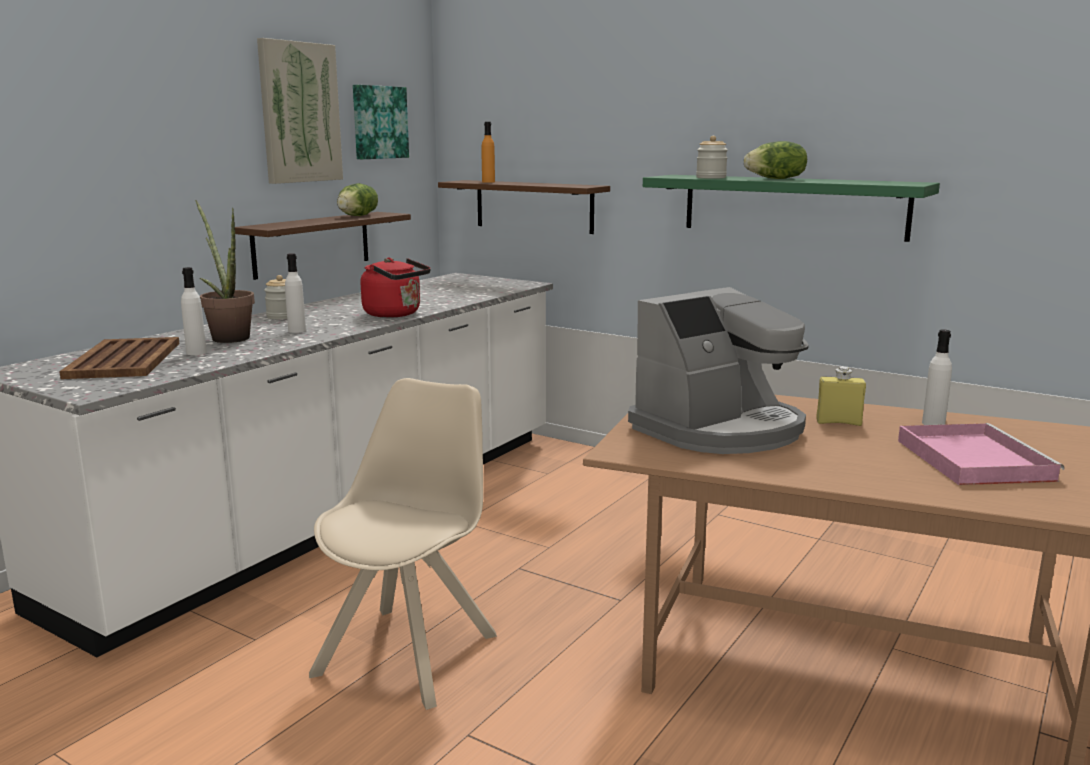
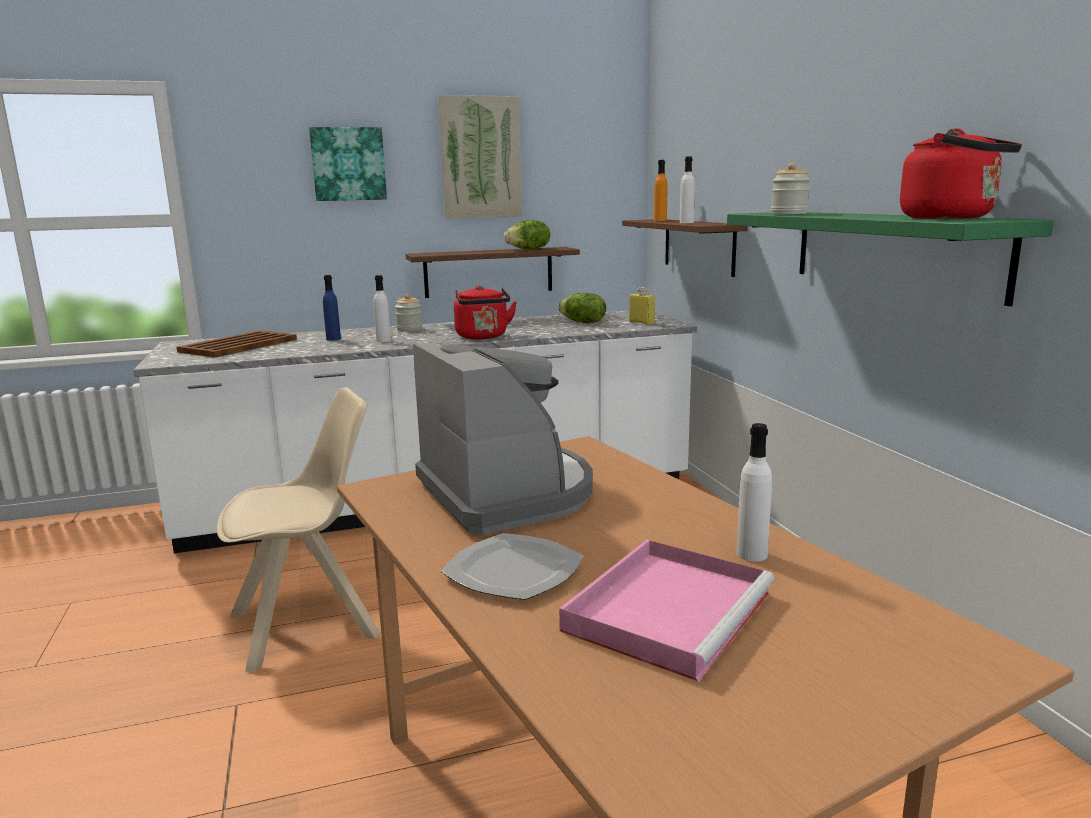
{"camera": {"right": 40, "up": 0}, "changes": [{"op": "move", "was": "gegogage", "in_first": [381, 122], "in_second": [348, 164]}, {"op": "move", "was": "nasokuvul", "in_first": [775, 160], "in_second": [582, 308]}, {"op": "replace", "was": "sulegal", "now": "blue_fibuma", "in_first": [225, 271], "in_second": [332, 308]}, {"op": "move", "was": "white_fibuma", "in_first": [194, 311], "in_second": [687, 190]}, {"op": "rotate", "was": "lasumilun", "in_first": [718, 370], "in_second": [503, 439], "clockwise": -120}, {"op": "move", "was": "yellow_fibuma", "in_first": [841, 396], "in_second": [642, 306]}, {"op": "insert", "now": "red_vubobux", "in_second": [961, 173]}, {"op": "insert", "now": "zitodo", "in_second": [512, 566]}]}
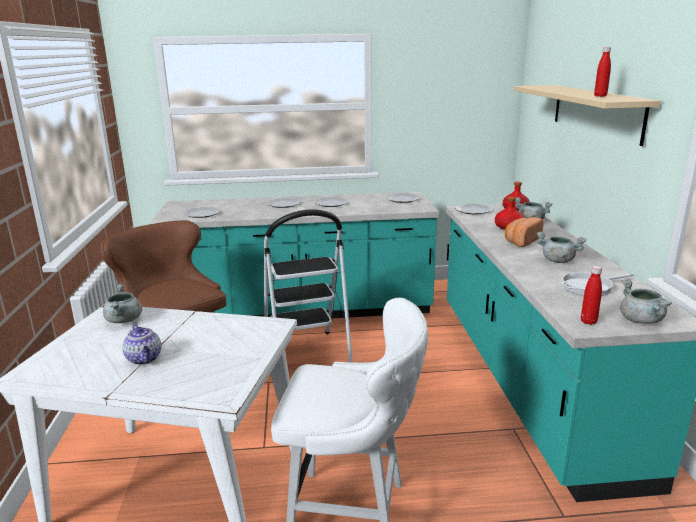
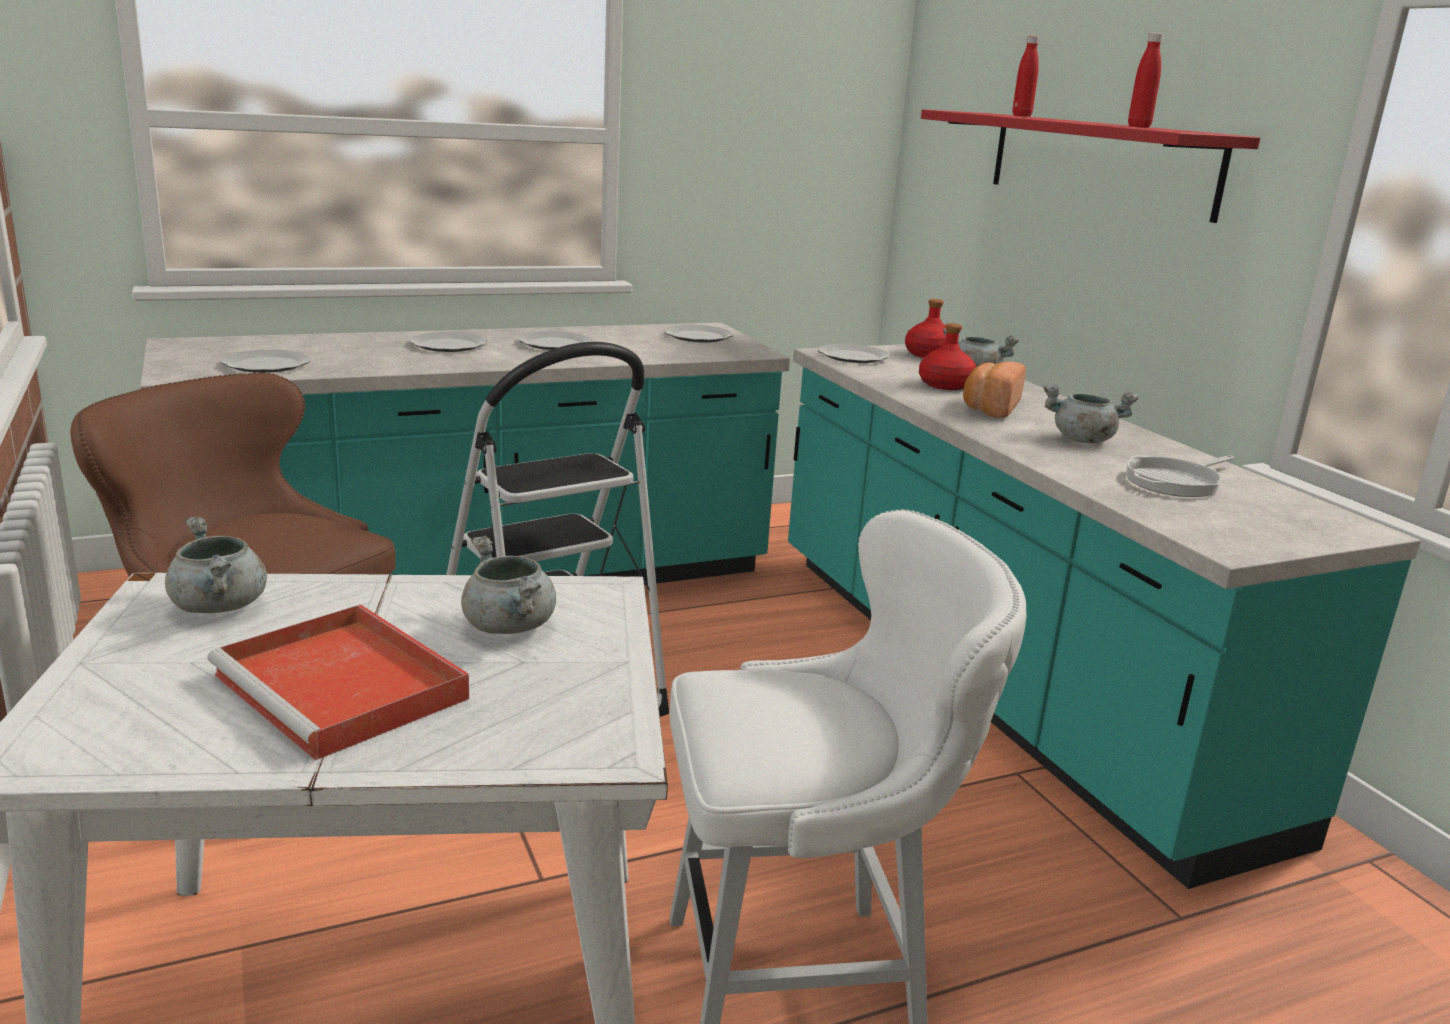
{"camera": {"right": -20, "up": 0}, "changes": [{"op": "recolor", "was": "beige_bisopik", "now": "red_bisopik", "in_first": [587, 115], "in_second": [1090, 166]}, {"op": "move", "was": "red_fibuma", "in_first": [591, 295], "in_second": [1025, 76]}, {"op": "move", "was": "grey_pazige", "in_first": [646, 301], "in_second": [508, 585]}, {"op": "replace", "was": "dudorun", "now": "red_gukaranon", "in_first": [142, 344], "in_second": [338, 682]}]}
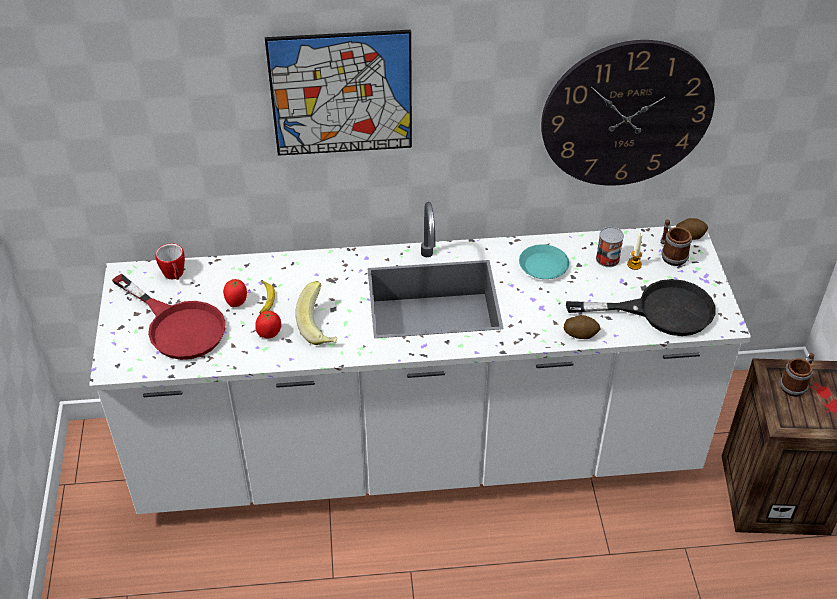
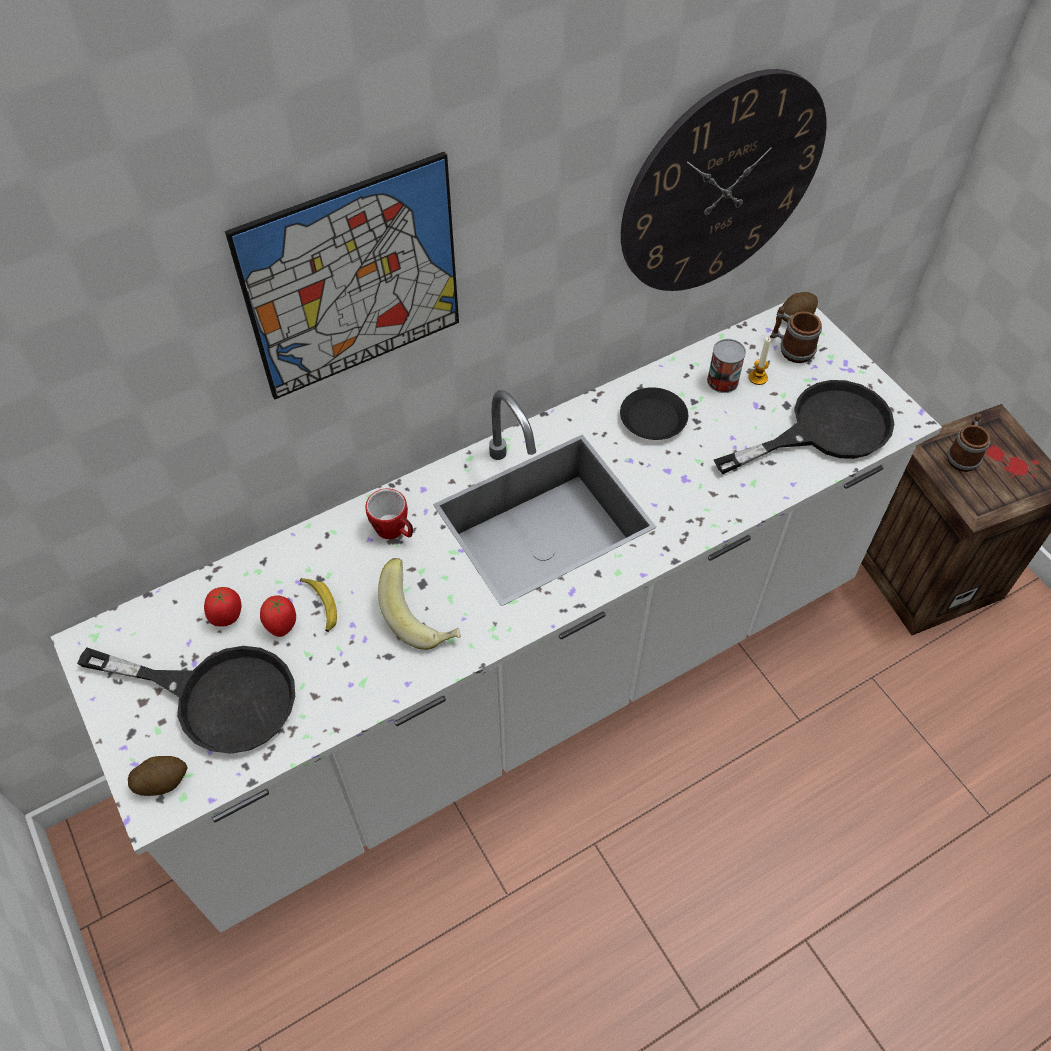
{"camera": {"right": -25, "up": 10}, "changes": [{"op": "move", "was": "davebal", "in_first": [170, 261], "in_second": [389, 513]}, {"op": "recolor", "was": "turquoise_zitodo", "now": "black_zitodo", "in_first": [544, 261], "in_second": [654, 413]}, {"op": "recolor", "was": "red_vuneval", "now": "black_vuneval", "in_first": [169, 317], "in_second": [186, 699]}, {"op": "move", "was": "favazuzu", "in_first": [268, 324], "in_second": [222, 607]}, {"op": "move", "was": "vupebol", "in_first": [582, 327], "in_second": [157, 776]}]}
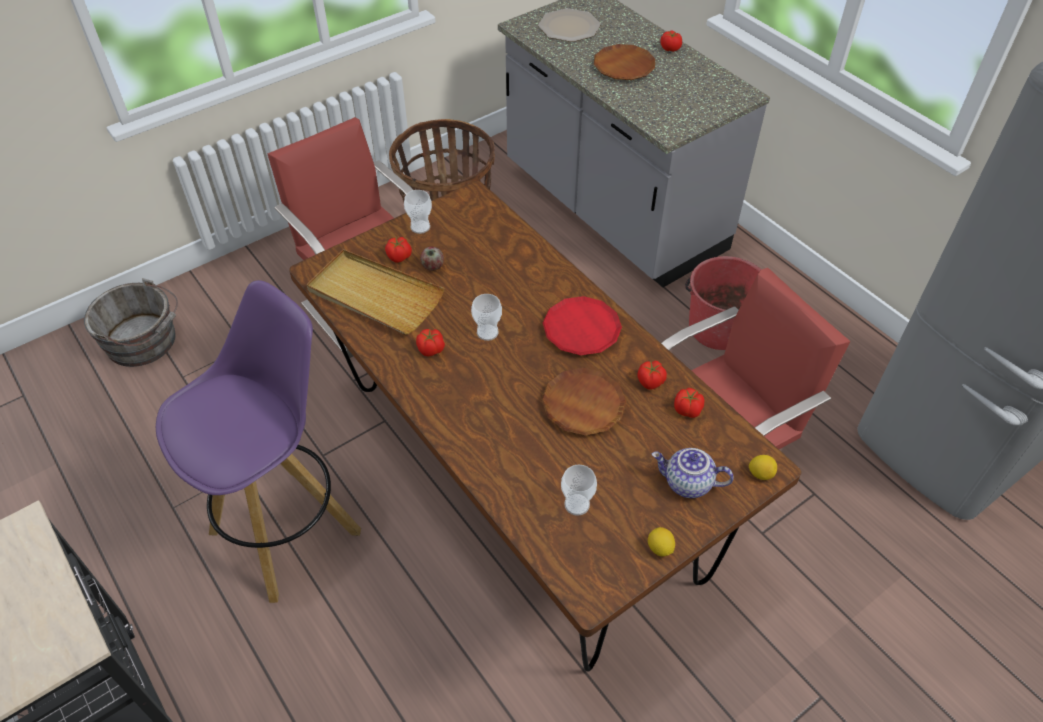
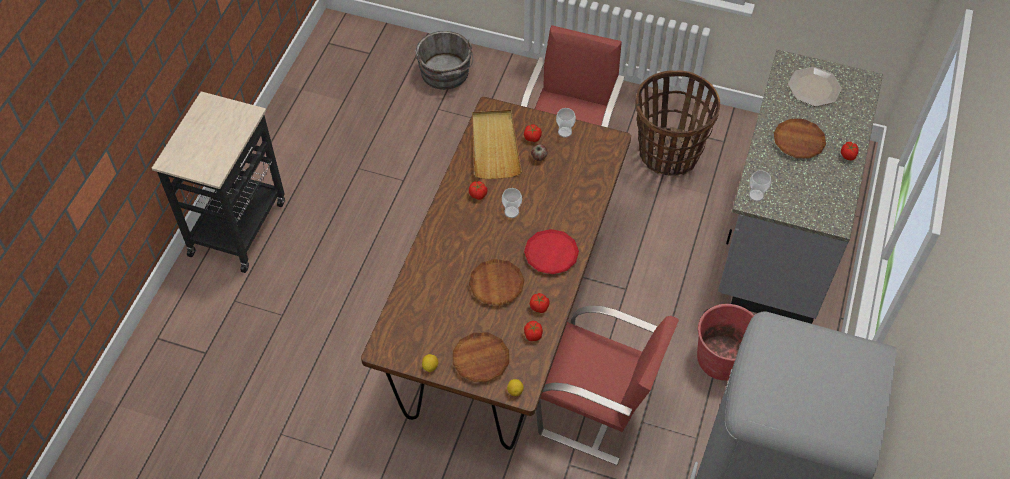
{"camera": {"right": 55, "up": 5}, "changes": [{"op": "delete", "was": "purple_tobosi", "in_first": [258, 441]}, {"op": "replace", "was": "dudorun", "now": "brown_zitodo", "in_first": [693, 473], "in_second": [481, 357]}, {"op": "move", "was": "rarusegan", "in_first": [579, 490], "in_second": [760, 185]}]}
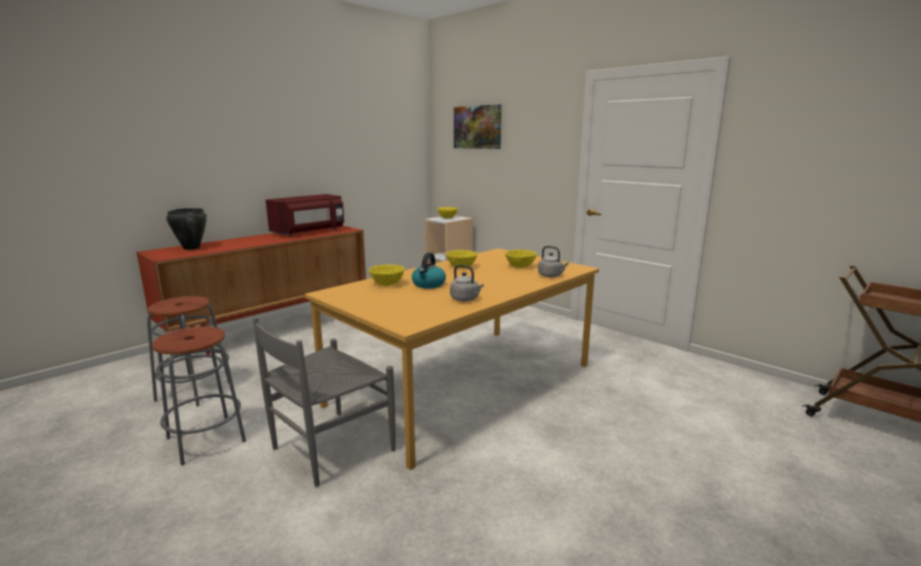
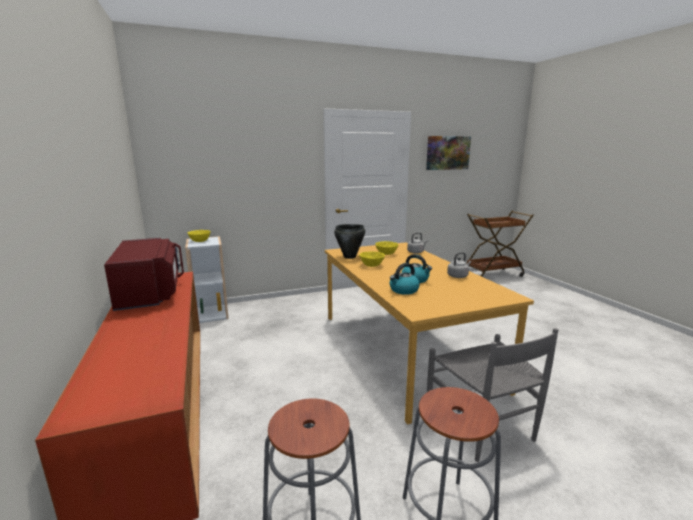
{"camera": {"right": -65, "up": 0}, "changes": [{"op": "move", "was": "gegogage", "in_first": [478, 126], "in_second": [448, 153]}, {"op": "move", "was": "black_pazige", "in_first": [186, 229], "in_second": [349, 241]}, {"op": "replace", "was": "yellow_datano", "now": "vubobux", "in_first": [387, 275], "in_second": [405, 279]}]}
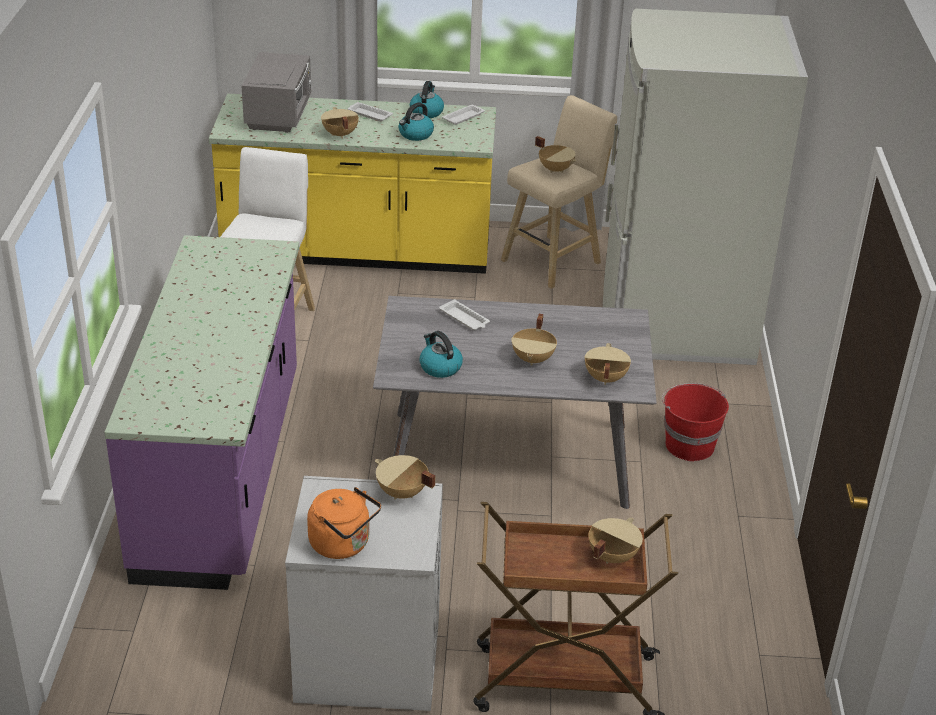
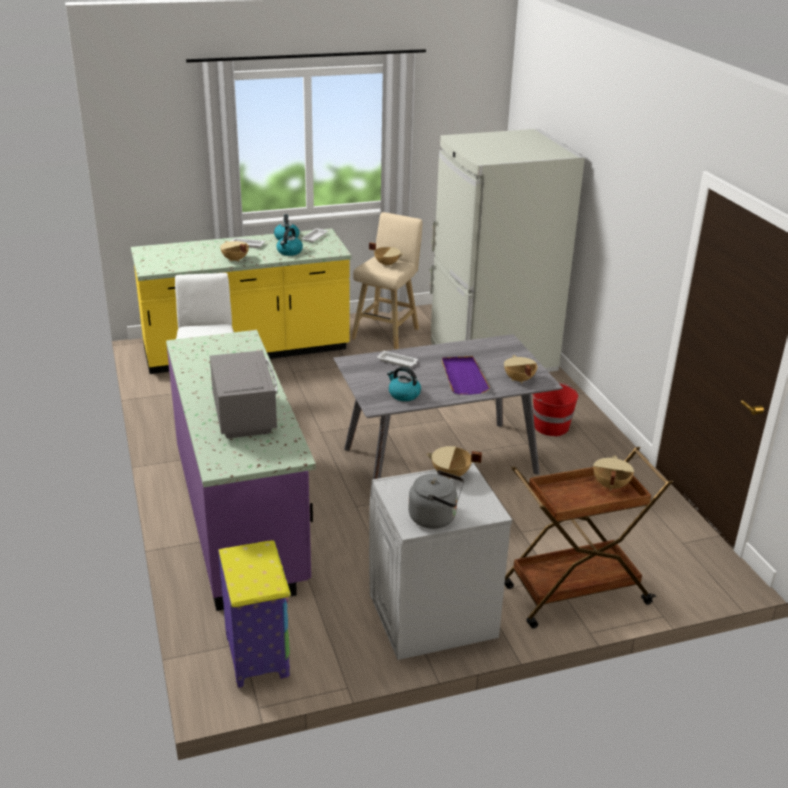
{"camera": {"right": -20, "up": -5}, "changes": [{"op": "move", "was": "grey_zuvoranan", "in_first": [277, 92], "in_second": [244, 395]}, {"op": "replace", "was": "beige_pazige", "now": "purple_gukaranon", "in_first": [534, 340], "in_second": [466, 375]}, {"op": "recolor", "was": "orange_vubobux", "now": "grey_vubobux", "in_first": [344, 523], "in_second": [436, 499]}, {"op": "insert", "now": "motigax", "in_second": [254, 614]}]}
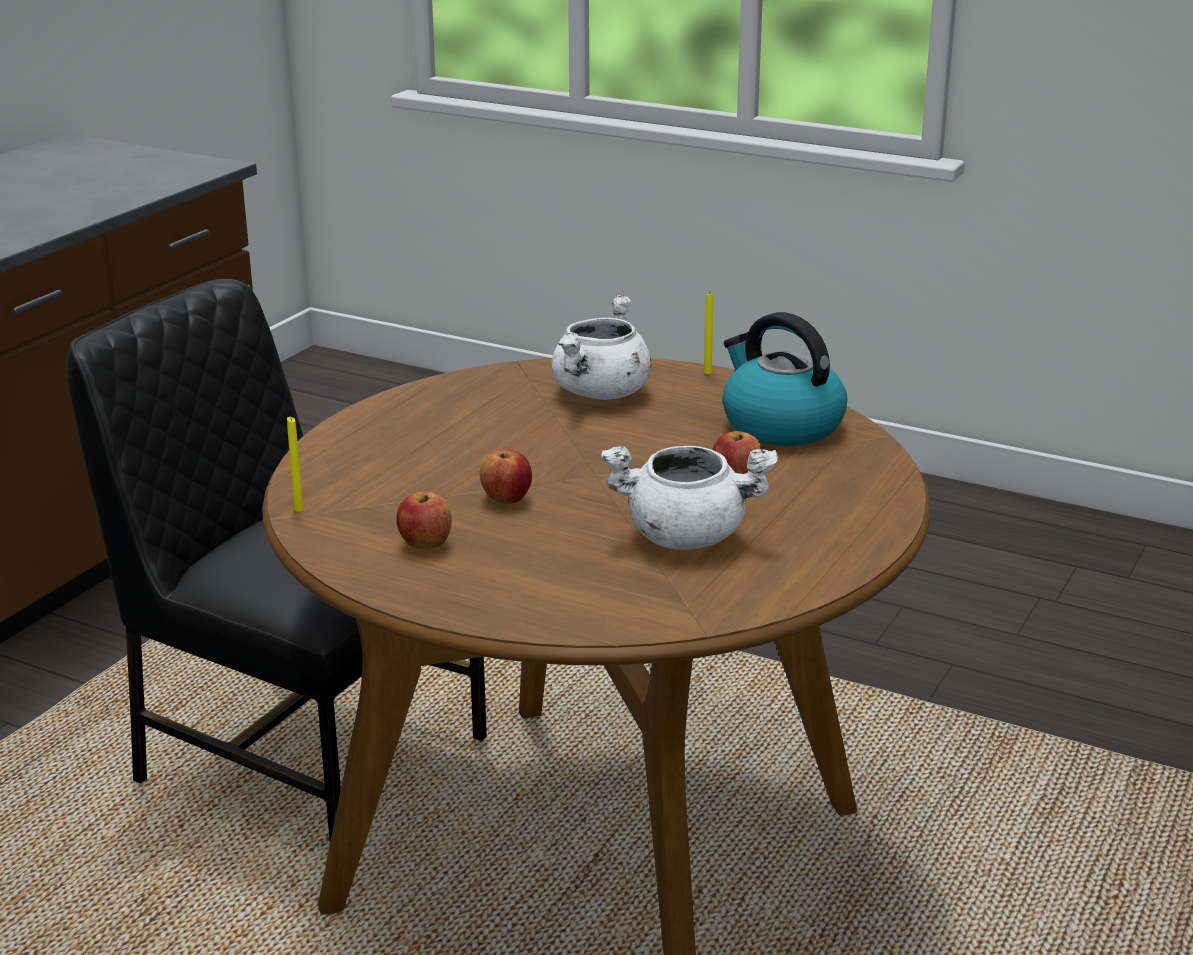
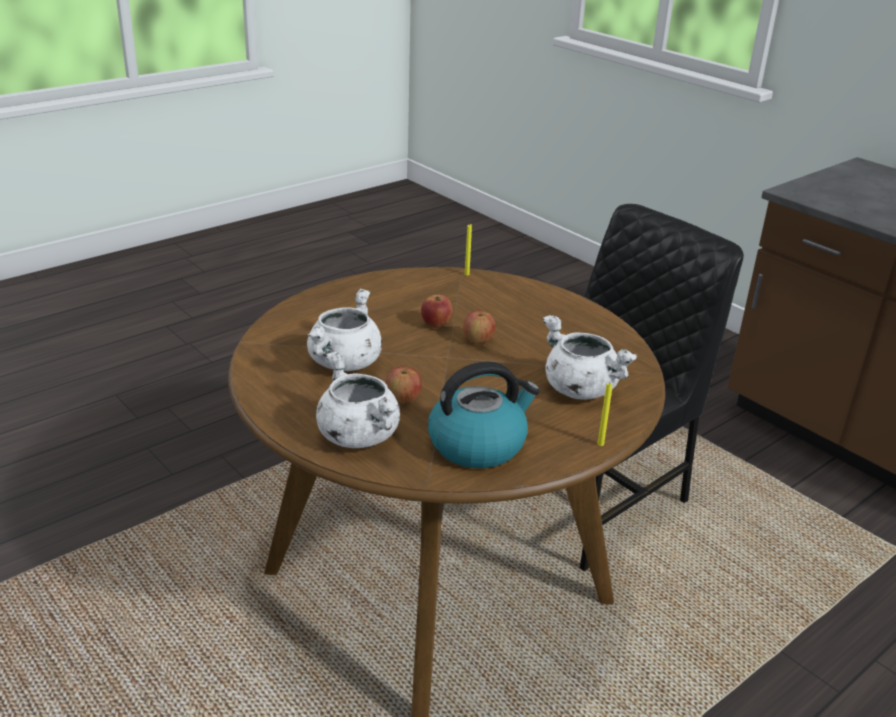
{"camera": {"right": 110, "up": 5}, "changes": [{"op": "move", "was": "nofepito", "in_first": [424, 520], "in_second": [479, 327]}, {"op": "insert", "now": "white_pazige", "in_second": [358, 400]}]}
